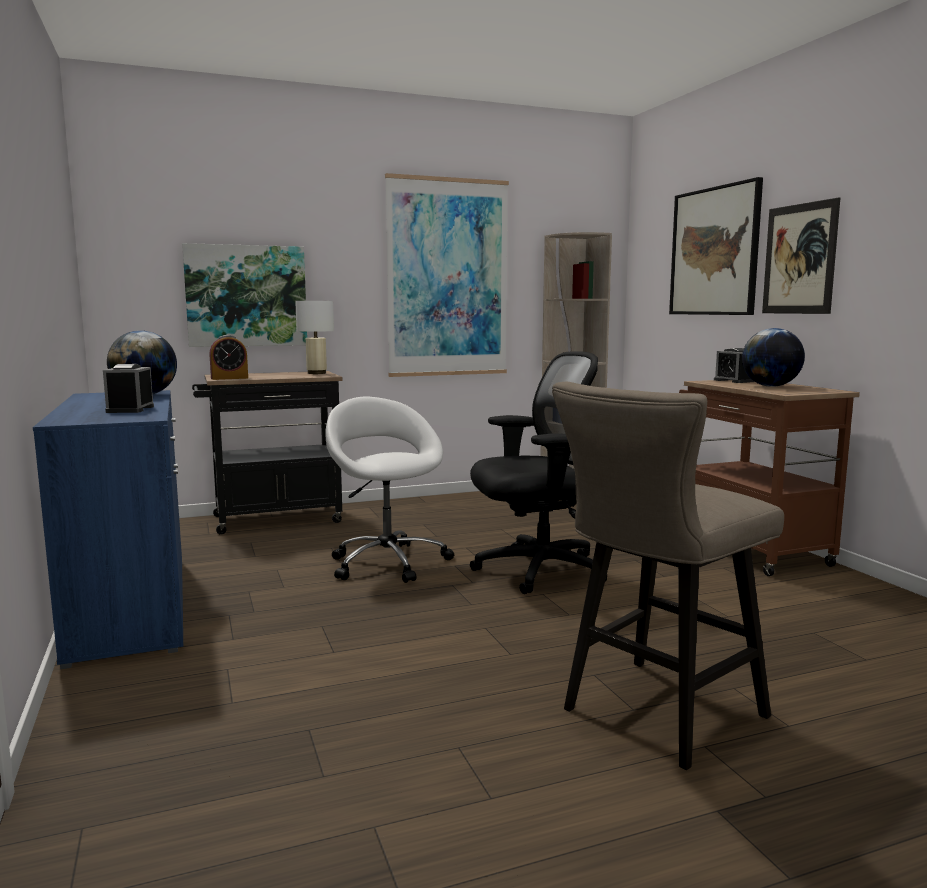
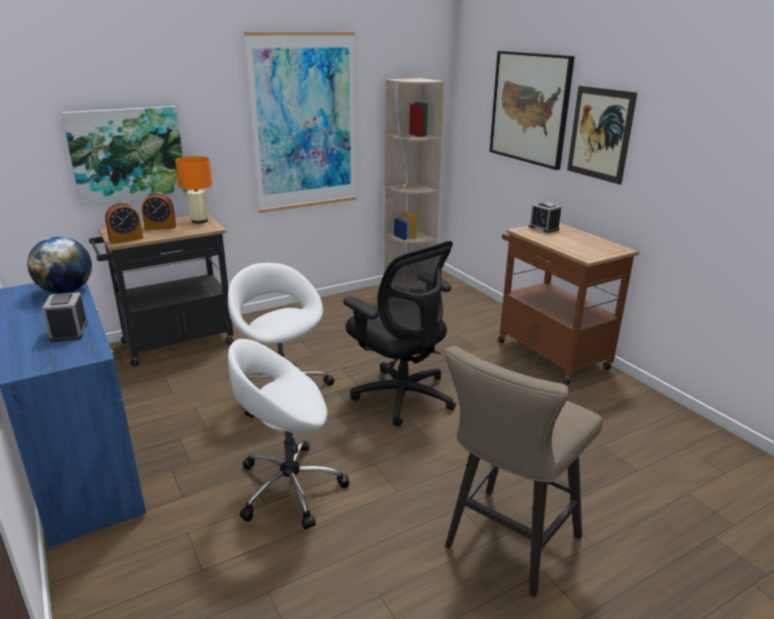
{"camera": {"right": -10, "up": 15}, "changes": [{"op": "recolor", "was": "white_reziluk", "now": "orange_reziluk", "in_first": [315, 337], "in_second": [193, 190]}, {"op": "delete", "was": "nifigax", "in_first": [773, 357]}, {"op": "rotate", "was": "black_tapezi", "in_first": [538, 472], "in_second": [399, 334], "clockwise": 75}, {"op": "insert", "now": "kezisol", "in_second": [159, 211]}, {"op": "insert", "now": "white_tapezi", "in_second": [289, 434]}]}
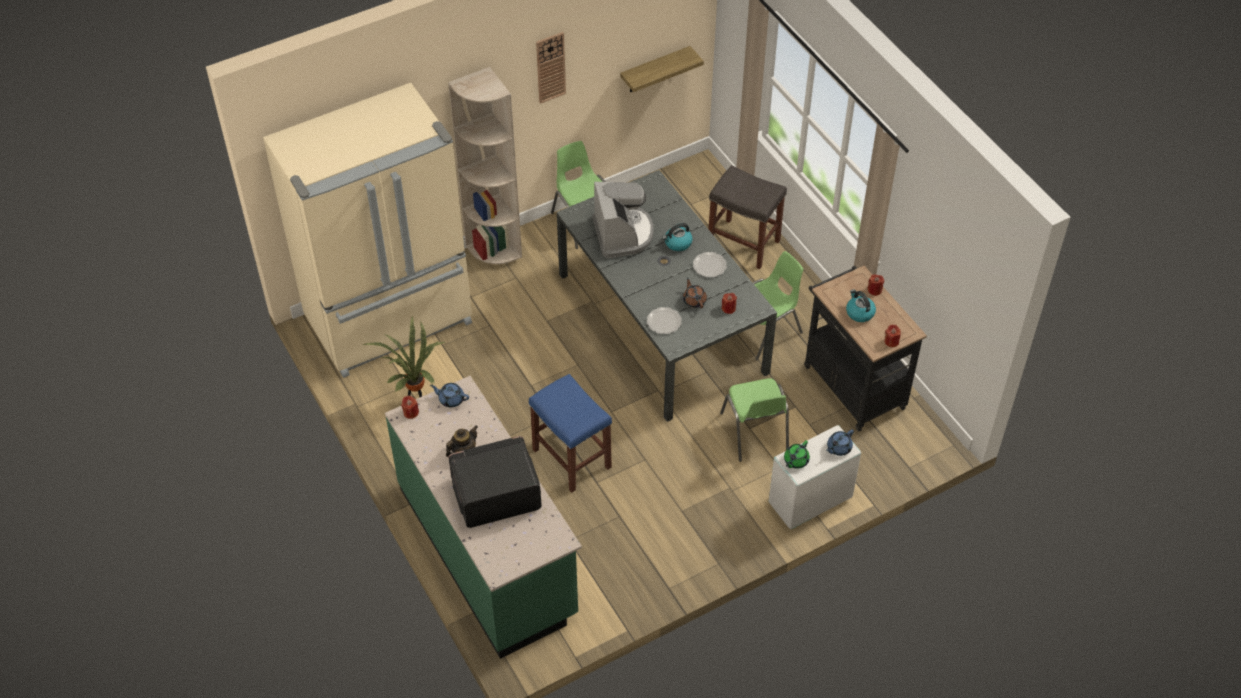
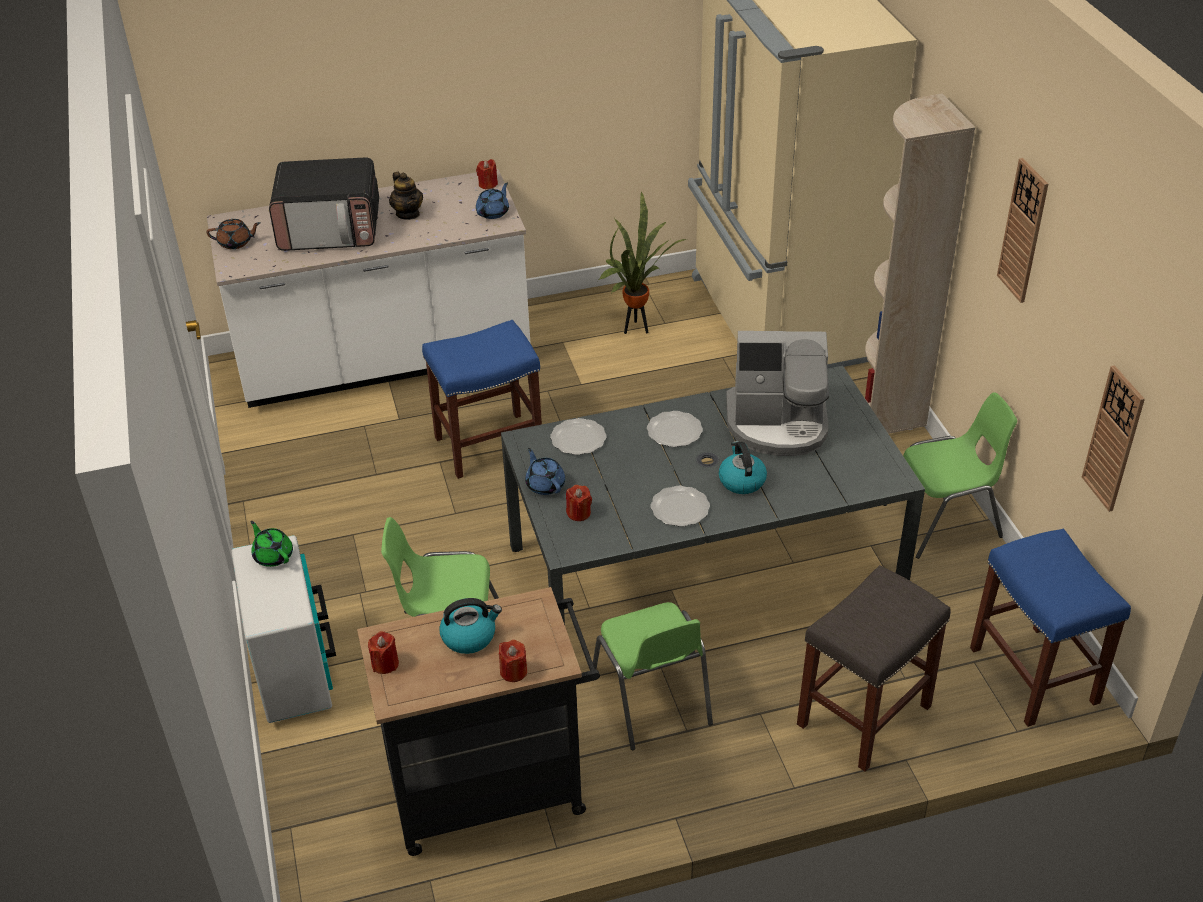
{"camera": {"right": 105, "up": -10}, "changes": [{"op": "replace", "was": "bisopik", "now": "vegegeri", "in_first": [662, 69], "in_second": [1113, 438]}, {"op": "move", "was": "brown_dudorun", "in_first": [695, 293], "in_second": [233, 234]}, {"op": "recolor", "was": "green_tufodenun", "now": "white_tufodenun", "in_first": [483, 517], "in_second": [369, 288]}, {"op": "move", "was": "blue_dudorun", "in_first": [840, 443], "in_second": [545, 471]}, {"op": "rotate", "was": "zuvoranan", "in_first": [495, 482], "in_second": [324, 204], "clockwise": 90}, {"op": "insert", "now": "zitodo", "in_second": [675, 429]}, {"op": "insert", "now": "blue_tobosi", "in_second": [1050, 628]}]}
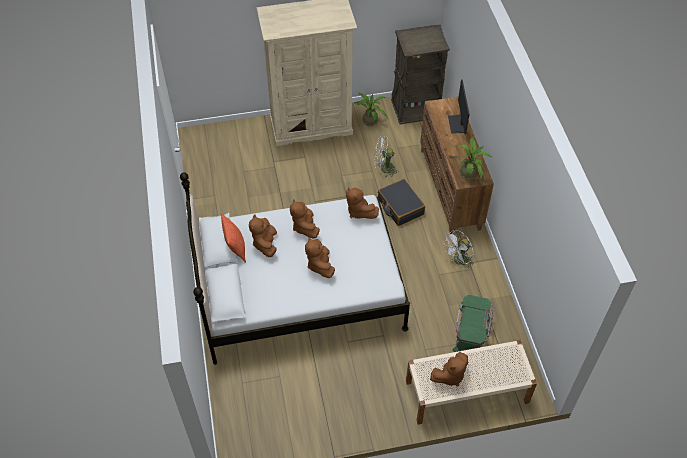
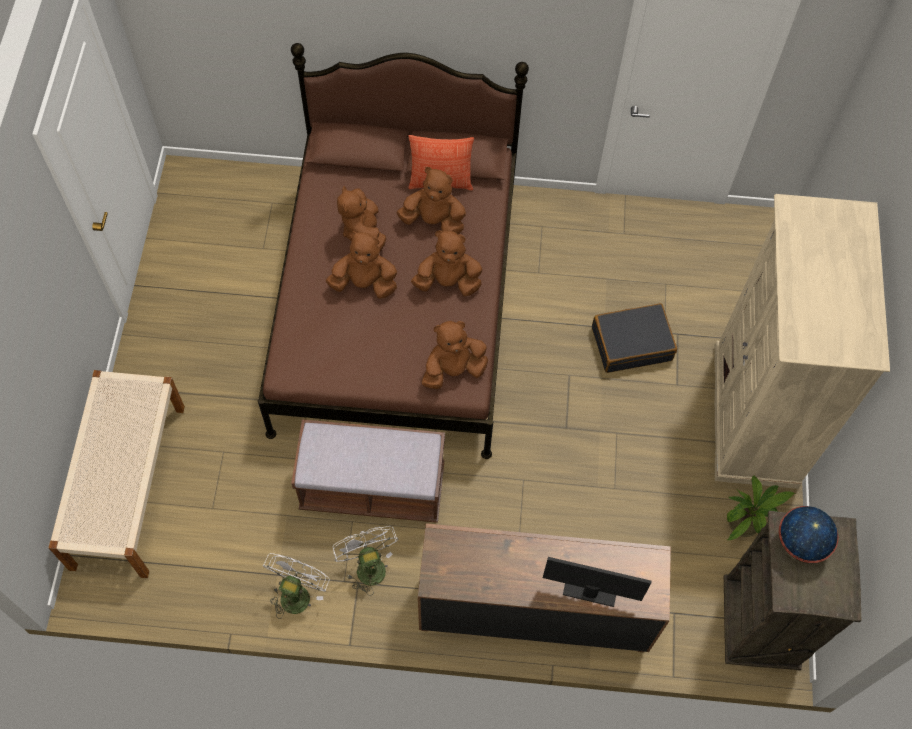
{"camera": {"right": 105, "up": 10}, "changes": [{"op": "move", "was": "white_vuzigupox", "in_first": [386, 157], "in_second": [296, 586]}, {"op": "delete", "was": "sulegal", "in_first": [474, 158]}, {"op": "recolor", "was": "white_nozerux", "now": "brown_nozerux", "in_first": [295, 268], "in_second": [393, 251]}, {"op": "move", "was": "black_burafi", "in_first": [401, 202], "in_second": [634, 338]}, {"op": "delete", "was": "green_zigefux", "in_first": [472, 326]}, {"op": "move", "was": "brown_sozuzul", "in_first": [449, 369], "in_second": [361, 218]}, {"op": "insert", "now": "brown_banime", "in_second": [368, 471]}, {"op": "insert", "now": "nifigax", "in_second": [808, 534]}]}
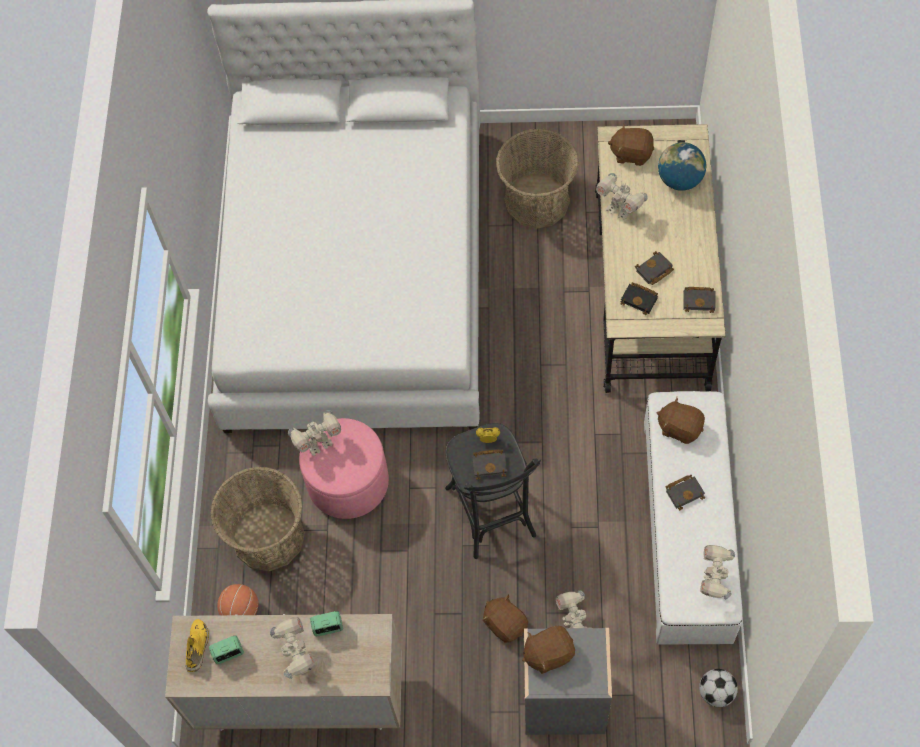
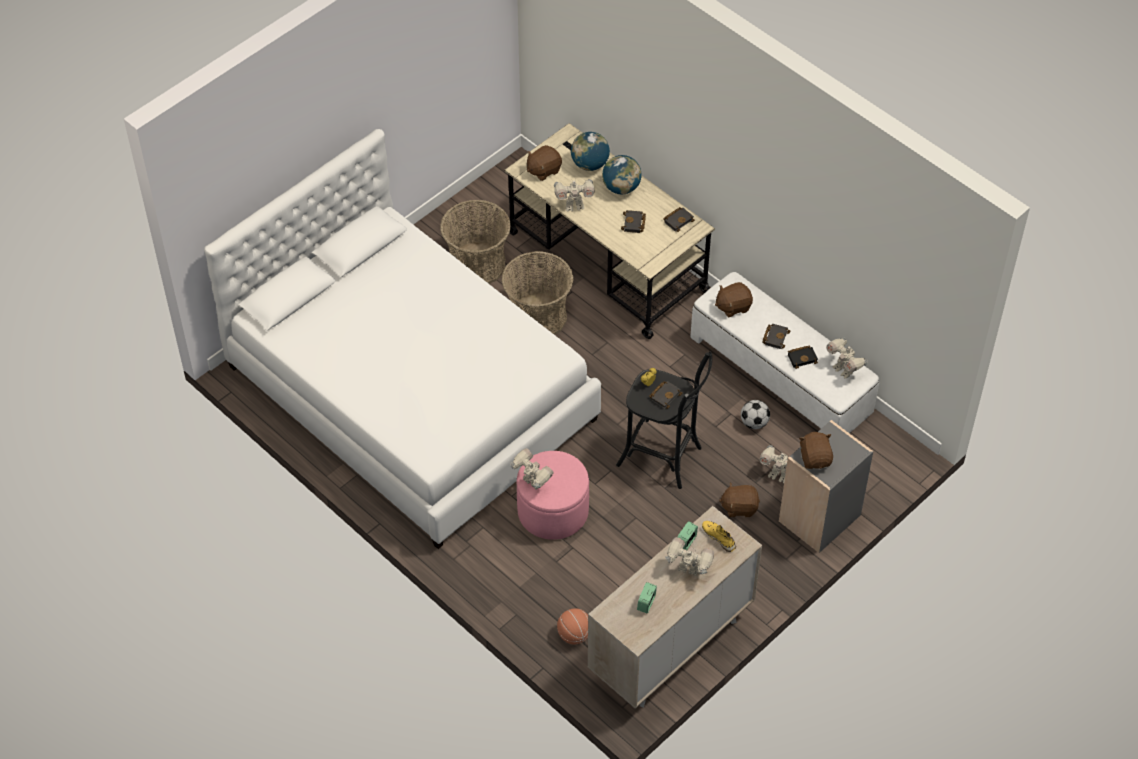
{"camera": {"right": -50, "up": -10}, "changes": [{"op": "move", "was": "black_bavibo", "in_first": [639, 298], "in_second": [803, 357]}, {"op": "rotate", "was": "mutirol", "in_first": [314, 433], "in_second": [532, 468], "clockwise": -60}, {"op": "move", "was": "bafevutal", "in_first": [258, 518], "in_second": [538, 293]}, {"op": "move", "was": "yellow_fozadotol", "in_first": [197, 645], "in_second": [719, 536]}, {"op": "rotate", "was": "brown_sozuzul", "in_first": [548, 650], "in_second": [816, 450], "clockwise": 150}, {"op": "move", "was": "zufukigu", "in_first": [718, 688], "in_second": [755, 414]}, {"op": "insert", "now": "nifigax", "in_second": [622, 174]}]}
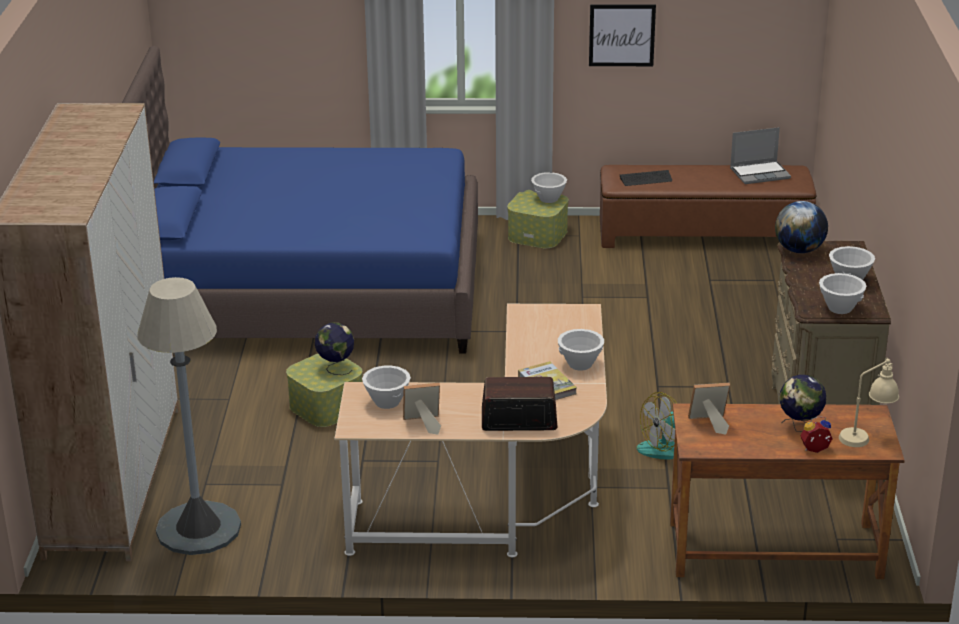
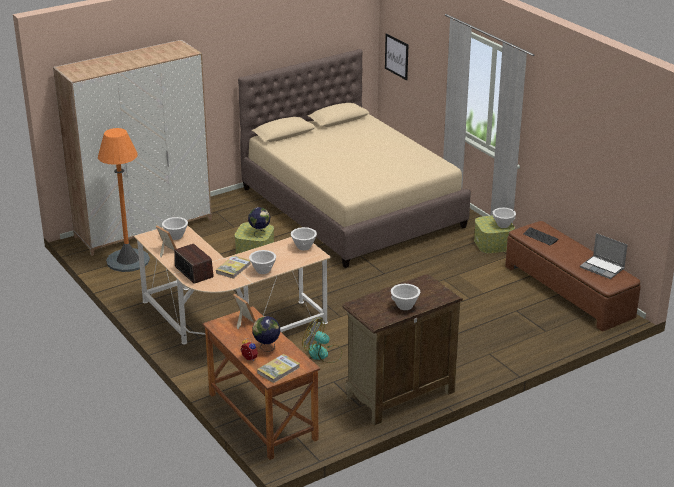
{"camera": {"right": 55, "up": 0}, "changes": [{"op": "move", "was": "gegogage", "in_first": [622, 35], "in_second": [396, 56]}, {"op": "recolor", "was": "blue_nozerux", "now": "beige_nozerux", "in_first": [300, 199], "in_second": [354, 158]}, {"op": "delete", "was": "nifigax", "in_first": [801, 227]}, {"op": "move", "was": "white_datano", "in_first": [842, 293], "in_second": [304, 239]}, {"op": "recolor", "was": "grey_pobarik", "now": "orange_pobarik", "in_first": [189, 416], "in_second": [124, 200]}, {"op": "replace", "was": "beige_reziluk", "now": "bavibo", "in_first": [869, 402], "in_second": [278, 368]}]}
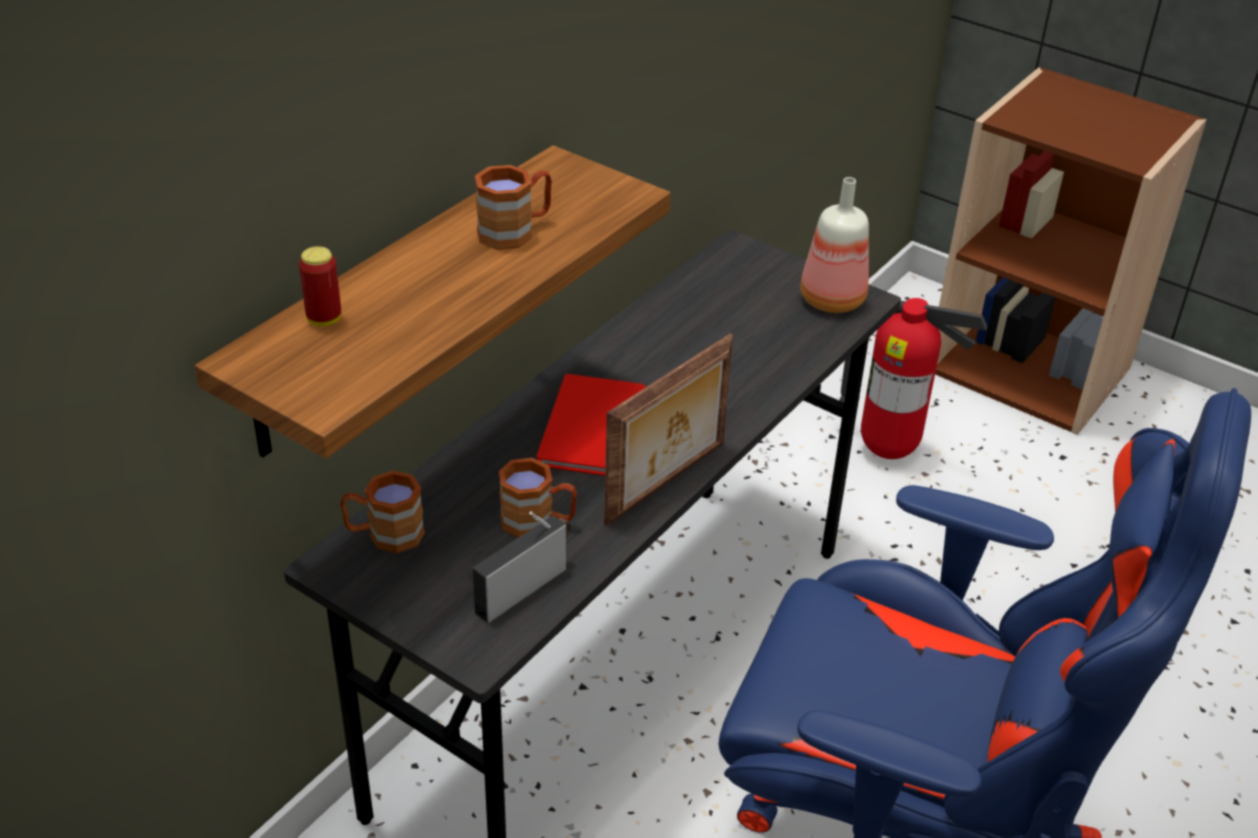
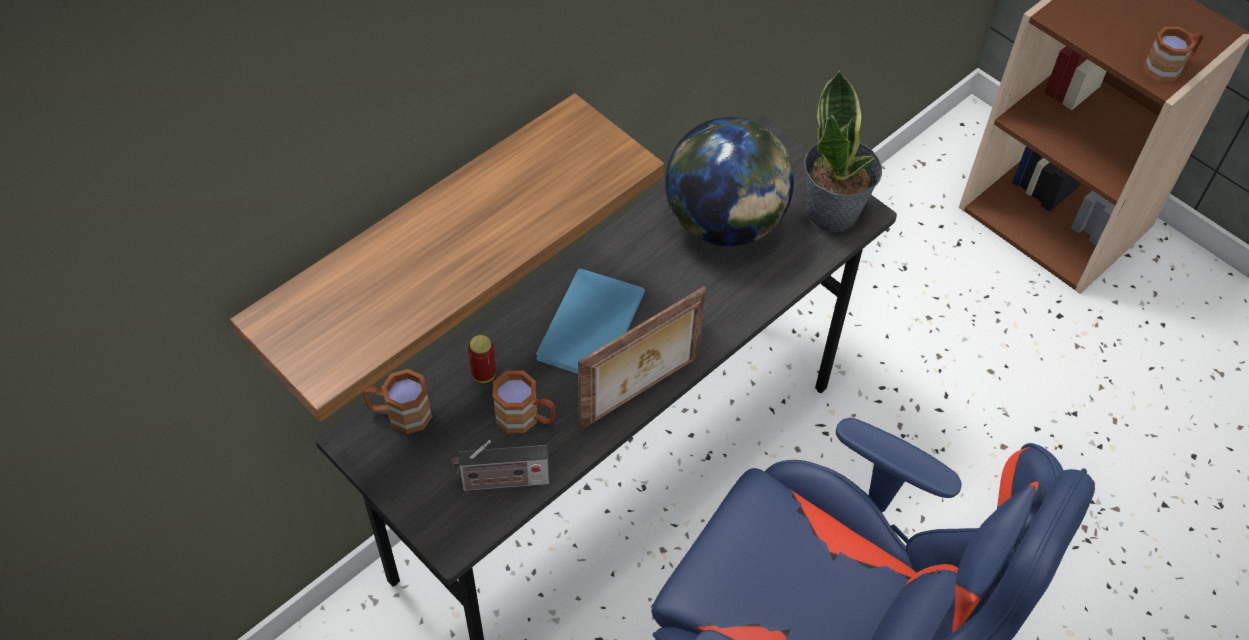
{"camera": {"right": 10, "up": 15}, "changes": [{"op": "move", "was": "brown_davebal", "in_first": [513, 207], "in_second": [1173, 54]}, {"op": "replace", "was": "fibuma", "now": "sulegal", "in_first": [834, 245], "in_second": [842, 151]}, {"op": "move", "was": "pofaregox", "in_first": [320, 286], "in_second": [482, 359]}, {"op": "delete", "was": "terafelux", "in_first": [913, 378]}, {"op": "recolor", "was": "red_bavibo", "now": "blue_bavibo", "in_first": [591, 425], "in_second": [590, 321]}, {"op": "rotate", "was": "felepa", "in_first": [522, 567], "in_second": [500, 465], "clockwise": -150}, {"op": "insert", "now": "nifigax", "in_second": [729, 181]}]}
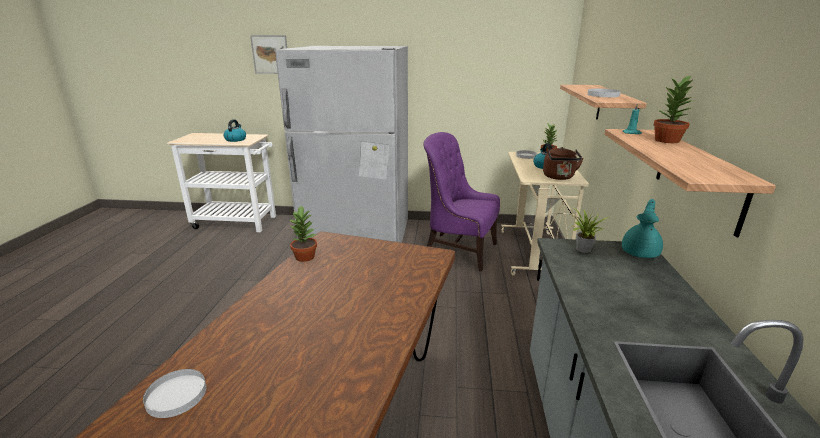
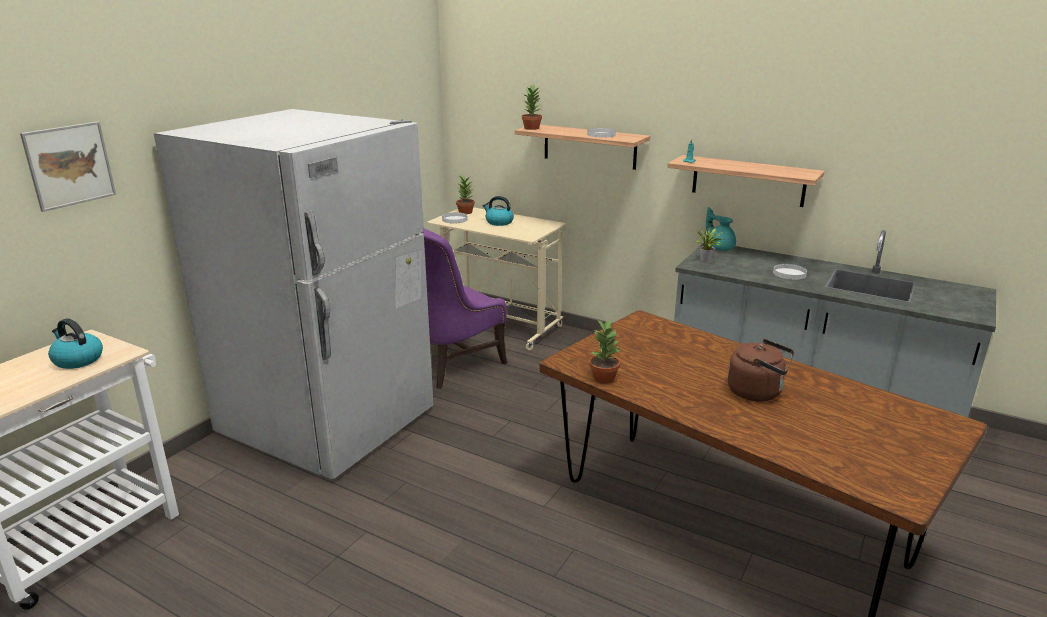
{"camera": {"right": -65, "up": 0}, "changes": [{"op": "move", "was": "sulegal", "in_first": [673, 108], "in_second": [532, 107]}, {"op": "move", "was": "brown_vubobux", "in_first": [563, 163], "in_second": [761, 370]}, {"op": "move", "was": "white_zitodo", "in_first": [174, 393], "in_second": [790, 272]}]}
